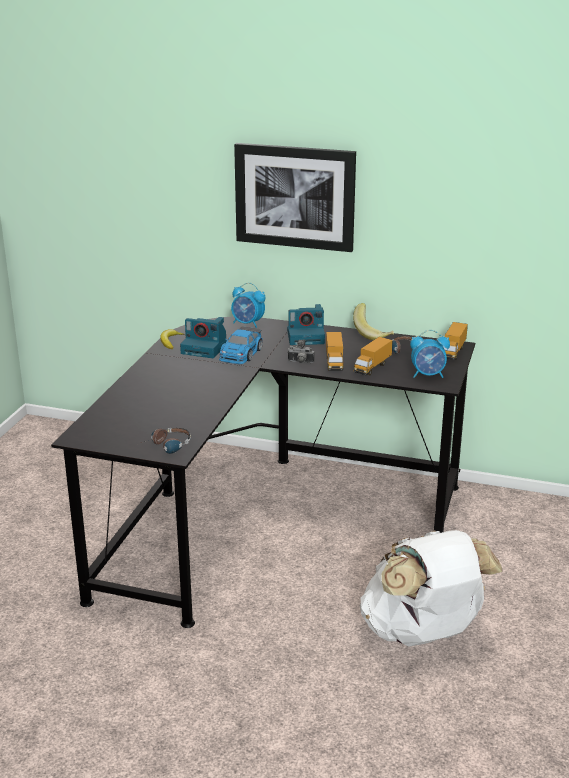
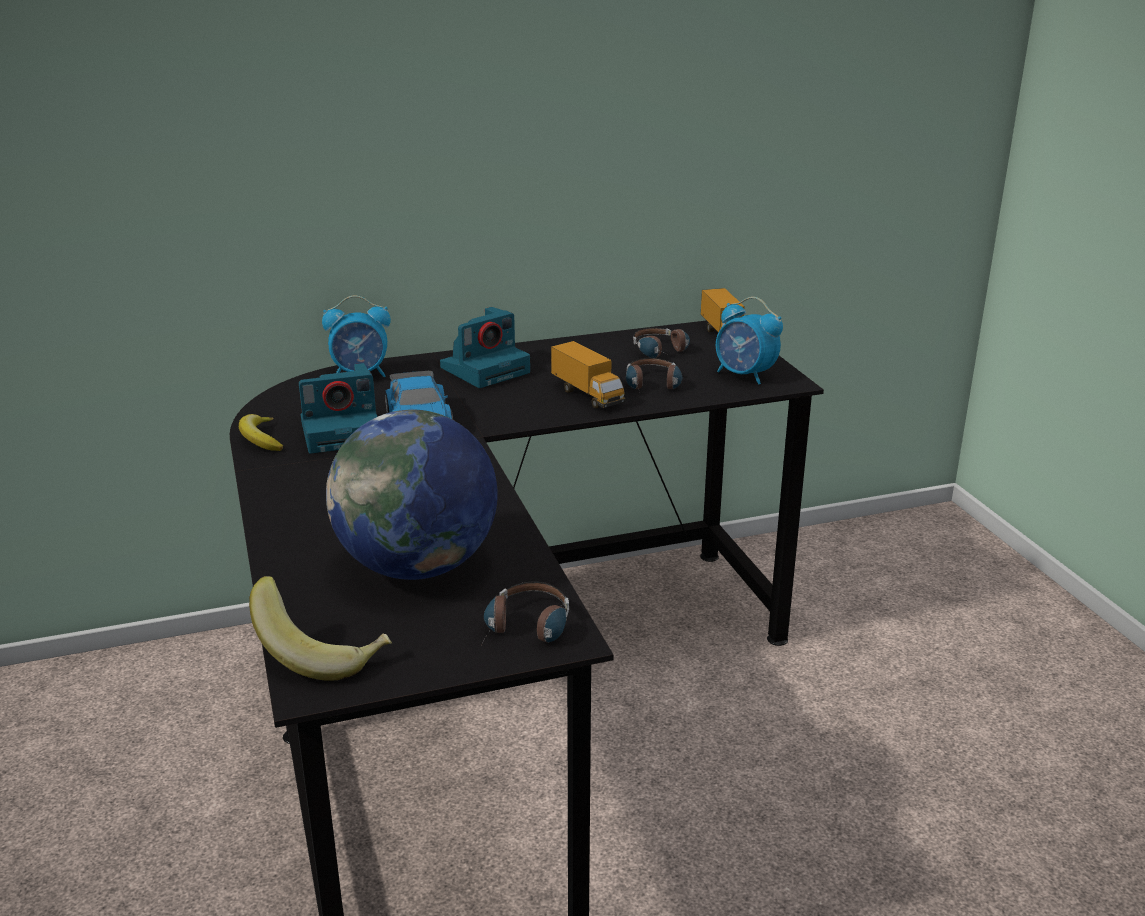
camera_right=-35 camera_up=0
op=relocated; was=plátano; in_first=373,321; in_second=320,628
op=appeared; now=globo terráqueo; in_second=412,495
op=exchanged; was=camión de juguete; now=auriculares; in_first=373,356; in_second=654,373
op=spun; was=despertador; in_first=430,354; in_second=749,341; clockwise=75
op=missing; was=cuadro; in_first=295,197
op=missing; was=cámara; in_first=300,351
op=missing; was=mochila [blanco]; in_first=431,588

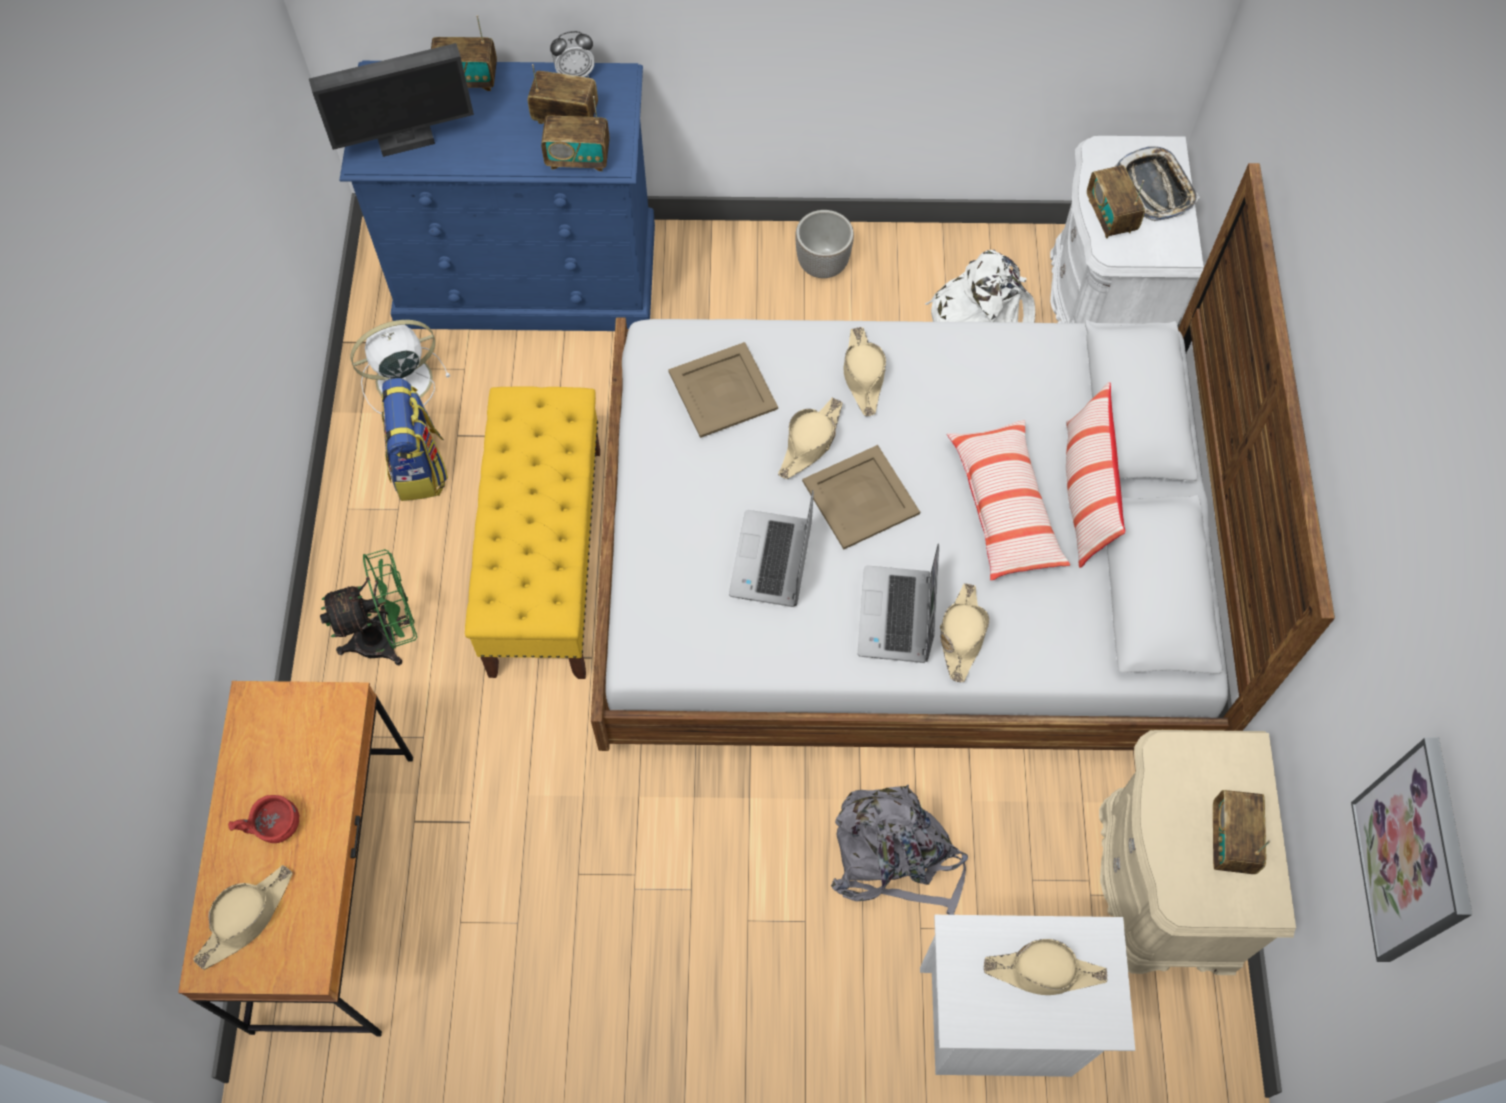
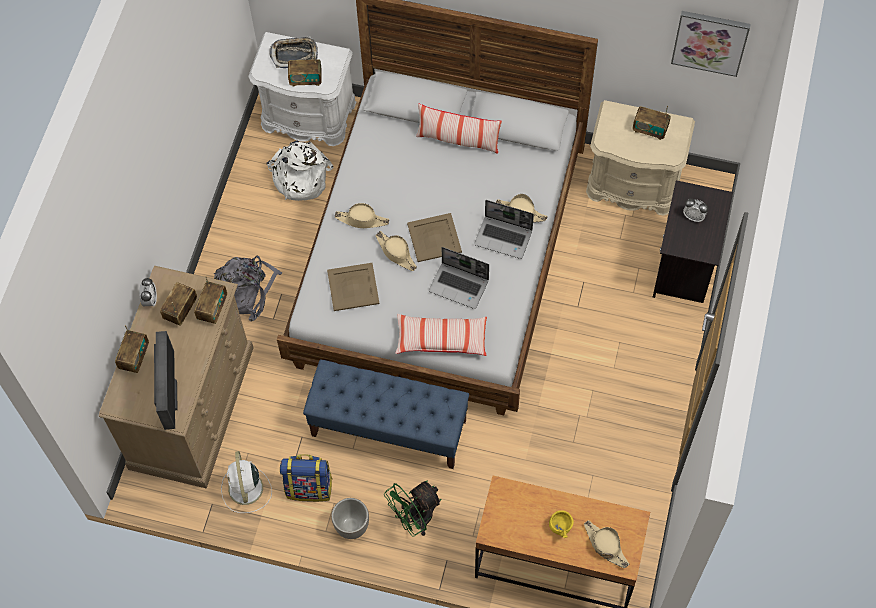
camera_right=-75 camera_up=0
op=colour; was=cómoda [azul]; now=cómoda [beis]; in_first=497,196; in_second=176,377
op=relocated; was=mochila [gris]; in_first=899,850; in_second=248,289
op=colour; was=banco [amarillo]; now=banco [azul]; in_first=532,532; in_second=386,414
op=relocated; was=maceta; in_first=824,244; in_second=350,518
op=spun; was=ventilador [verde]; in_first=368,607; in_second=413,509; clockwise=-120
op=relocated; was=cojín; in_first=1008,500; in_second=441,335
op=colour; was=cuenco [rojo]; now=cuenco [amarillo]; in_first=263,819; in_second=561,524
op=colour; was=mesita de noche [blanco]; now=mesita de noche [negro]; in_first=1027,996; in_second=693,241
op=exchanged; was=sombrero [beis]; now=despertador; in_first=1045,967; in_second=695,210

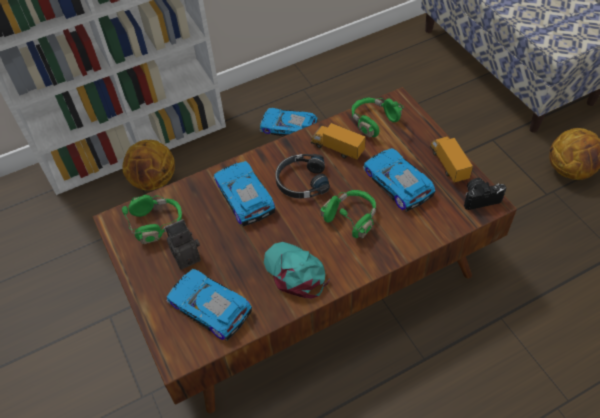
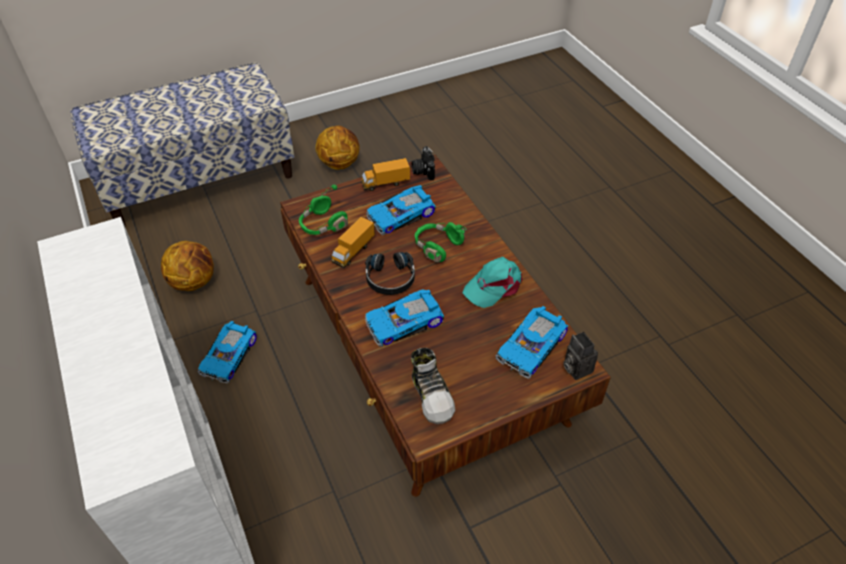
camera_right=-90 camera_up=-5
op=relocated; was=balón de baloncesto; in_first=148,165; in_second=187,266
op=exchanged; was=auriculares [verde]; now=zapato; in_first=152,219; in_second=433,386
op=relocated; was=cámara; in_first=183,244; in_second=580,356

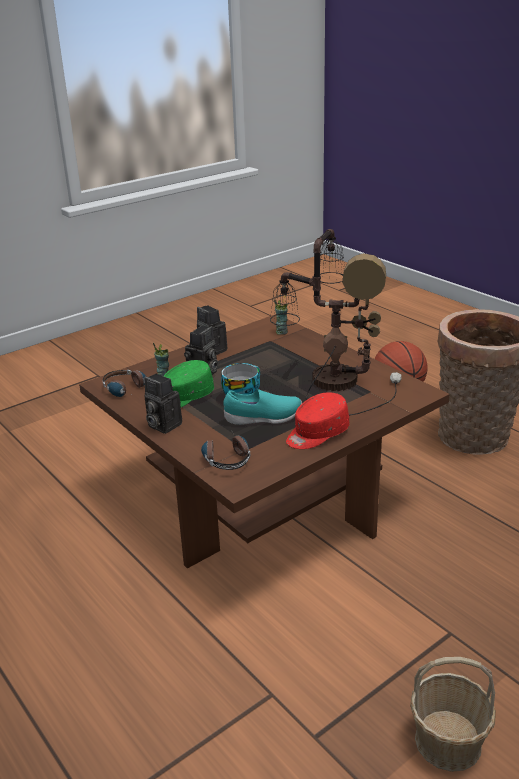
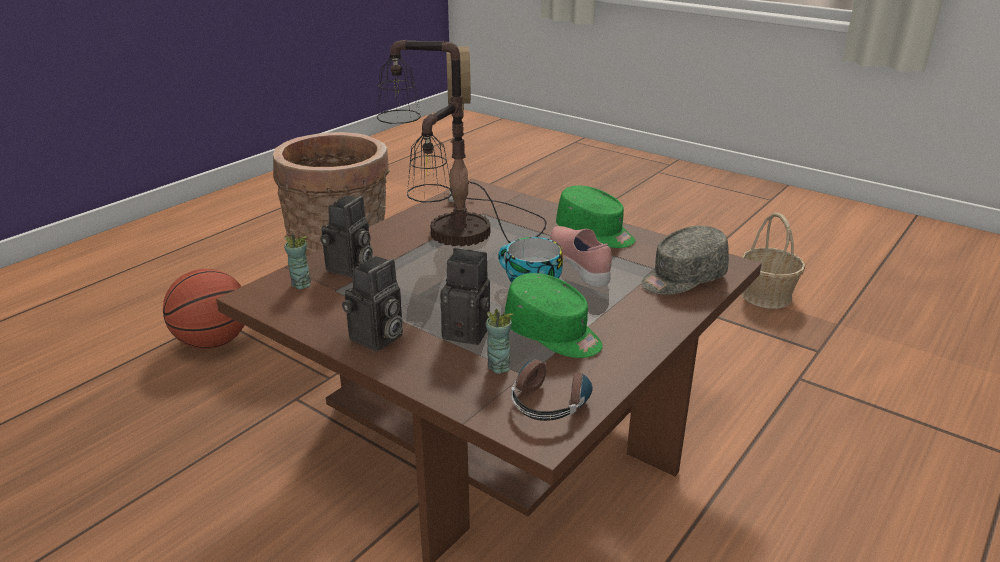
camera_right=-105 camera_up=0
op=relocated; was=cámara; in_first=163,403; in_second=346,236
op=colour; was=zapato [turquesa]; now=zapato [rosa]; in_first=262,407; in_second=580,256
op=colour; was=gorra [rojo]; now=gorra [verde]; in_first=317,420; in_second=595,216
op=exchanged; was=auriculares; now=gorra [gris]; in_first=225,451; in_second=685,260

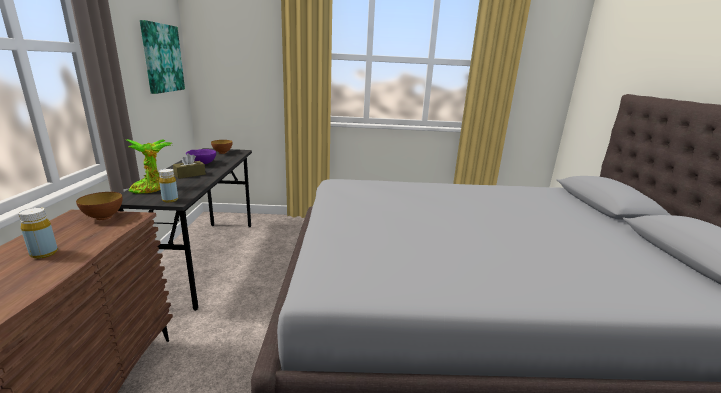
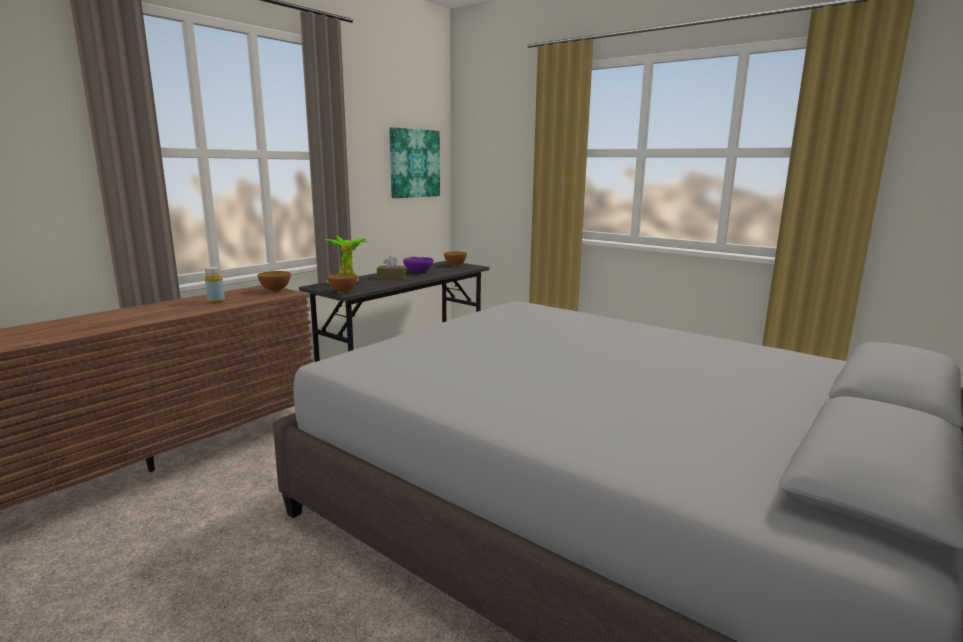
camera_right=40 camera_up=-5
op=exchanged; was=botella [amarillo]; now=cuenco; in_first=168,185; in_second=342,283

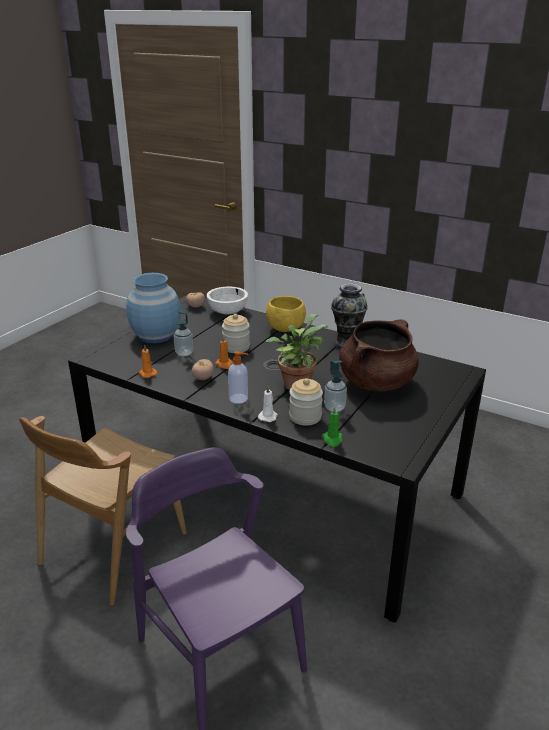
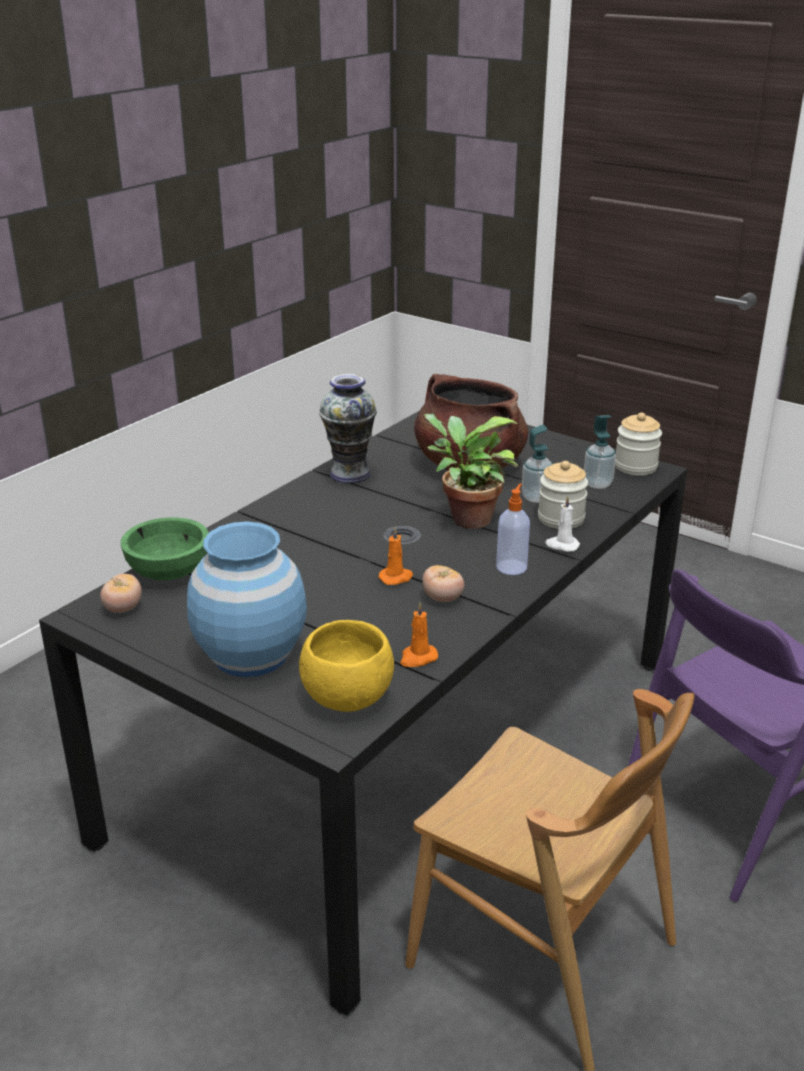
camera_right=-85 camera_up=0
op=colour; was=cuenco [blanco]; now=cuenco [verde]; in_first=227,300; in_second=165,548
op=relocated; was=cuenco [amarillo]; in_first=286,314; in_second=346,666
op=relocated; was=dispensador de jabón; in_first=183,332; in_second=600,452
op=relocated; was=tarro; in_first=236,333; in_second=638,443
op=missing; was=vela [verde]; in_first=333,426

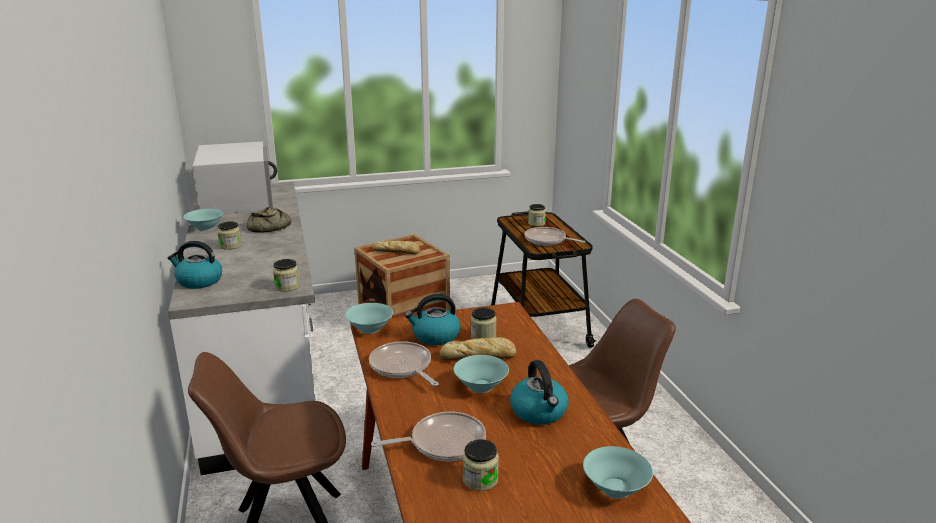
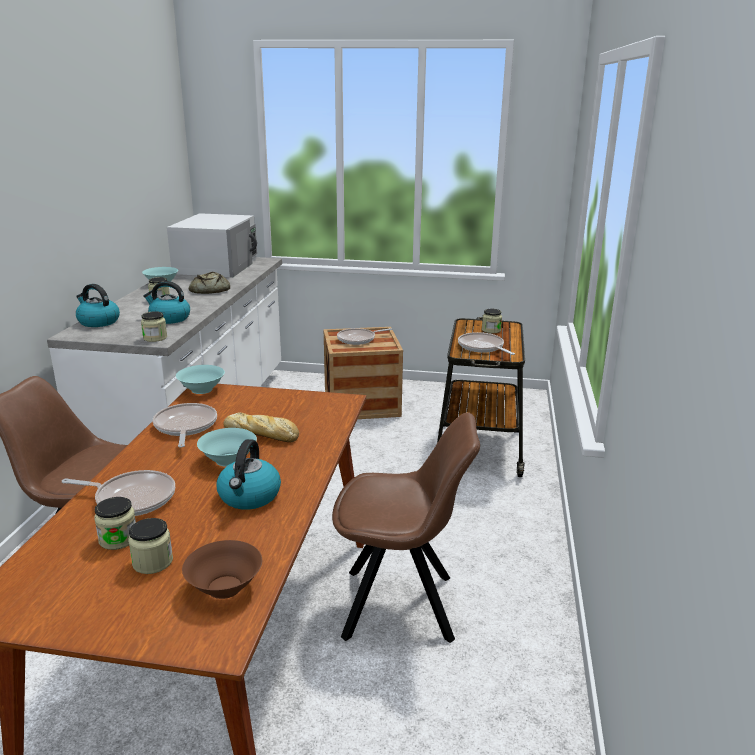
camera_right=25 camera_up=0
op=relocated; was=tarro; in_first=484,323; in_second=150,546
op=relocated; was=hervidor; in_first=433,319; in_second=166,302
op=colour; was=cuenco [turquesa]; now=cuenco [marrón]; in_first=618,472; in_second=222,569
op=exchanged; was=pan; now=sartén; in_first=396,247; in_second=364,336

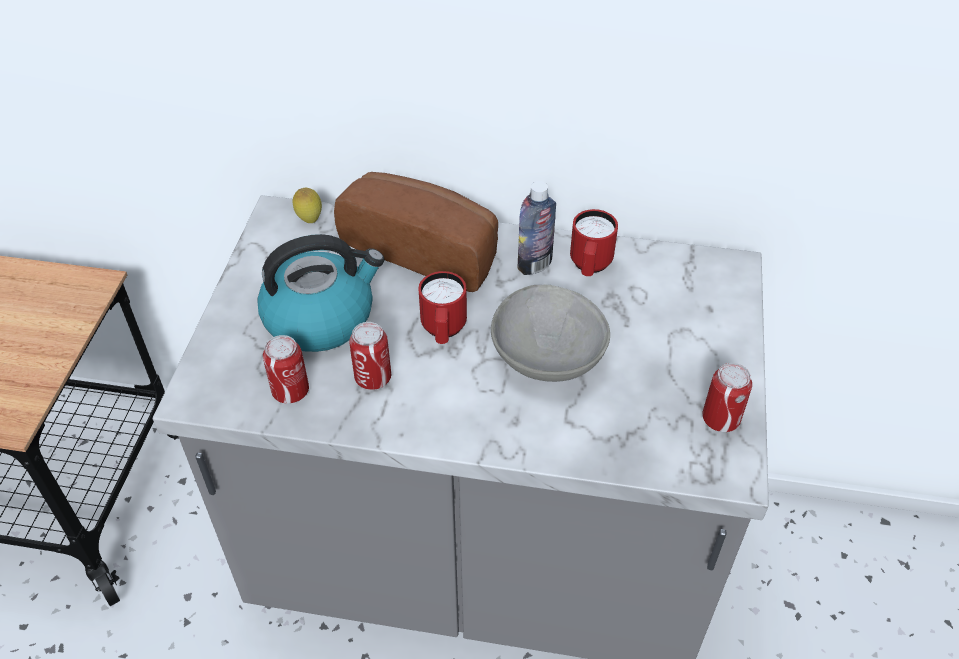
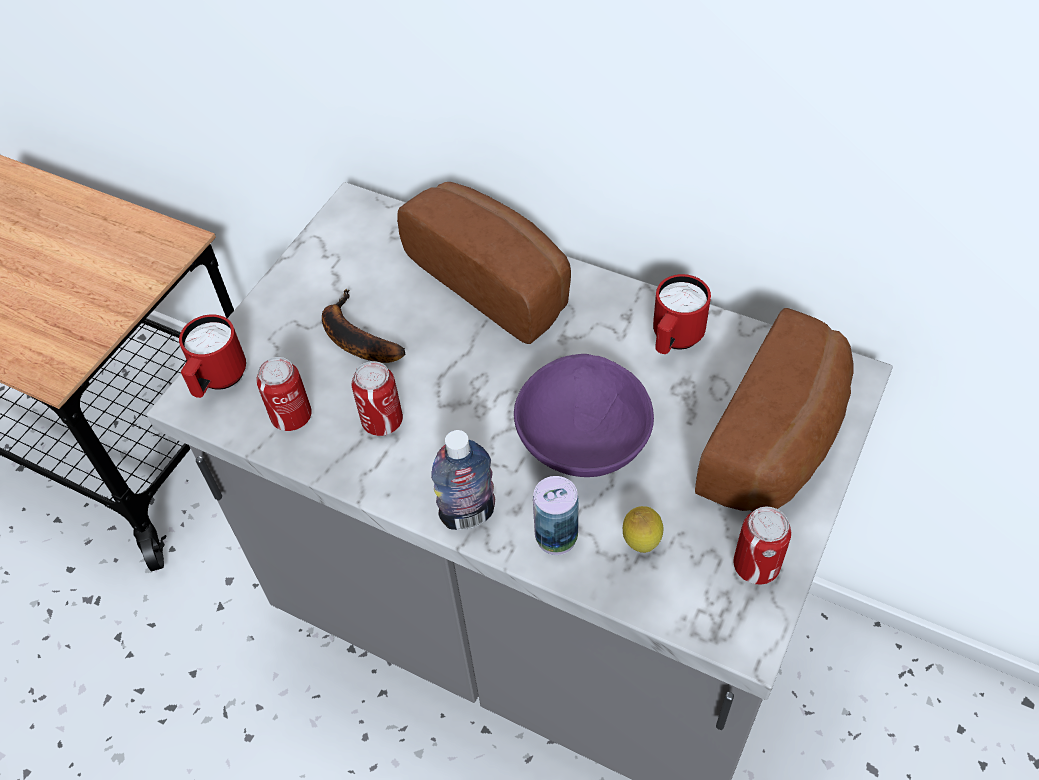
camera_right=20 camera_up=5
op=relocated; was=taza grande [rojo]; in_first=442,307; in_second=212,356
op=exchanged; was=hervidor; now=plátano; in_first=321,293; in_second=363,326
op=relocated; was=botella; in_first=537,228; in_second=463,480
op=colour; was=cuenco [gris]; now=cuenco [morado]; in_first=550,333; in_second=584,415
op=appeared; now=lata; in_second=555,515
op=relocated; was=limón; in_first=307,205; in_second=643,529
op=appeared; now=pan; in_second=774,409

